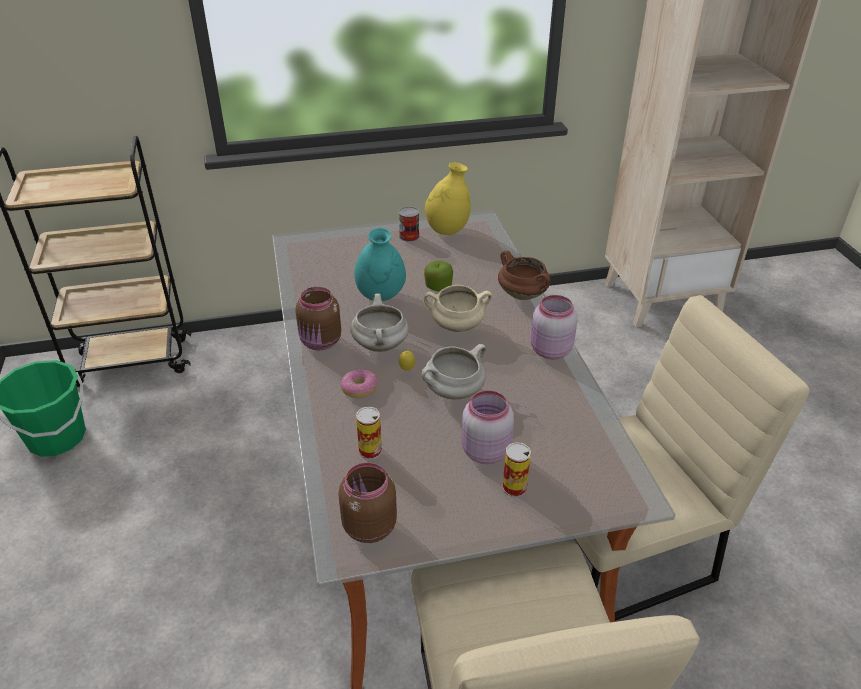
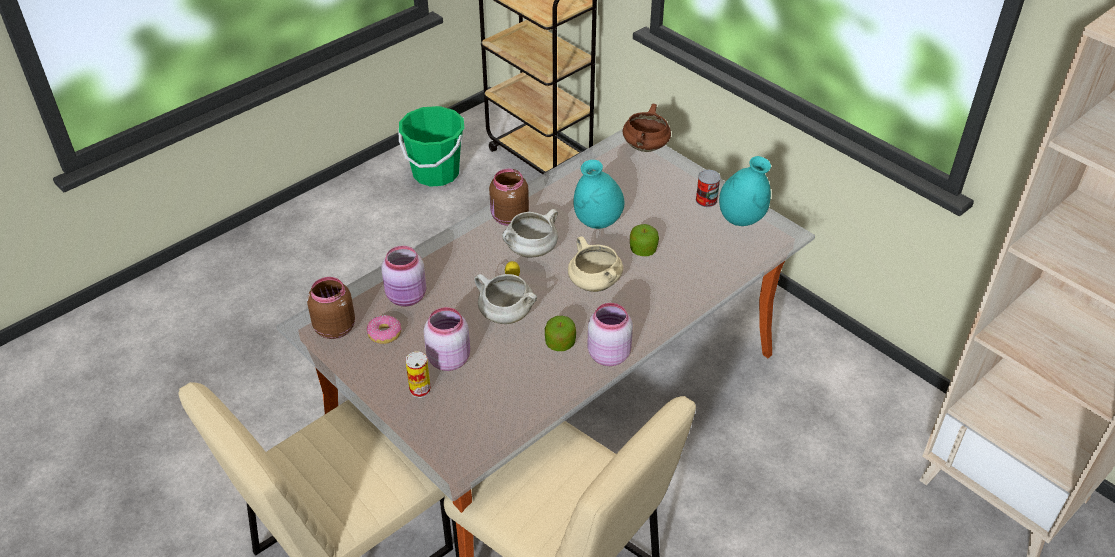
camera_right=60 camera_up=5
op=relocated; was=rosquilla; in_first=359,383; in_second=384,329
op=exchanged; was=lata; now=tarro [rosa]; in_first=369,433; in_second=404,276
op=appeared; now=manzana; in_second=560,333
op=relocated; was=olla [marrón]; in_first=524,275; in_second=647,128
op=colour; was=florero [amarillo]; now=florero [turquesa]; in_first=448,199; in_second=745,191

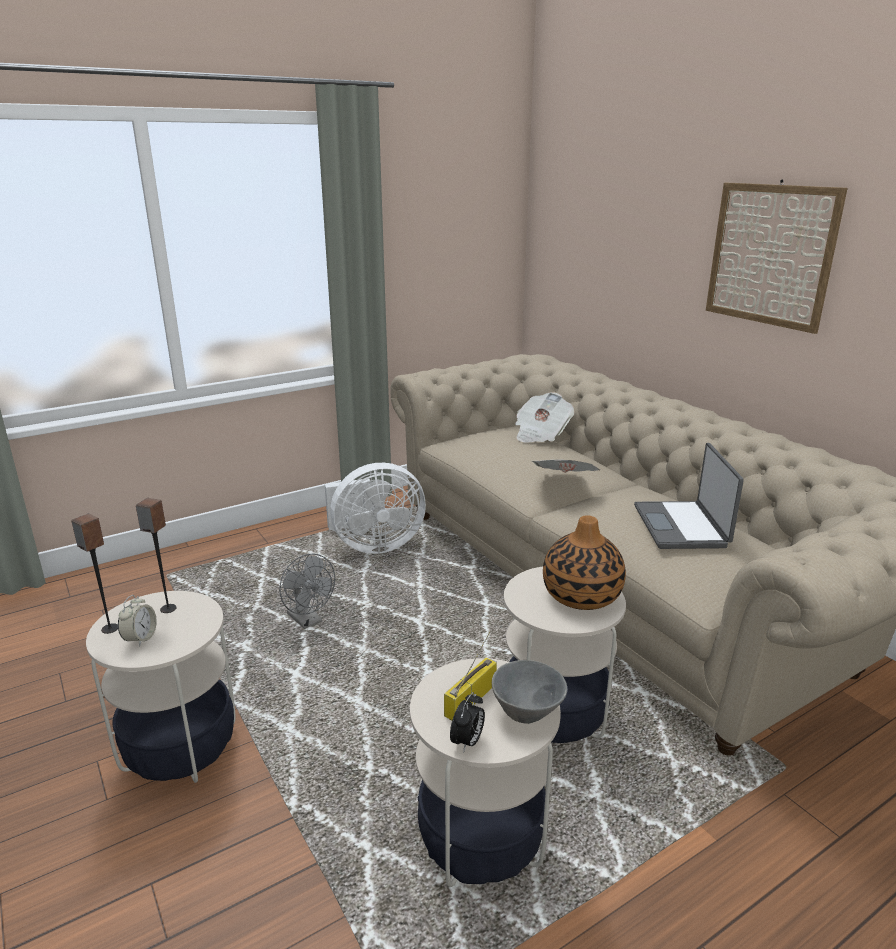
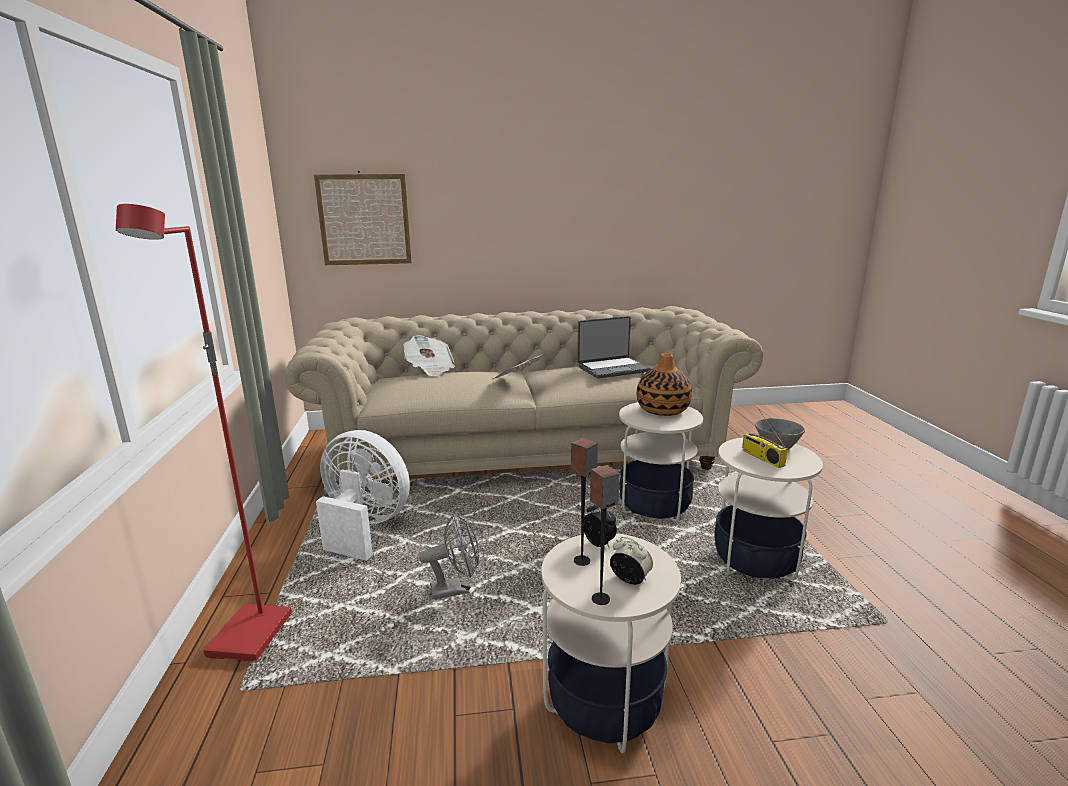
camera_right=-65 camera_up=-5
op=appeared; now=lámpara de pie [rojo]; in_second=204,432
op=relocated; was=cuadro; in_first=777,256; in_second=363,218
op=spun; was=ventilador [blanco]; in_first=375,508; in_second=363,495; clockwise=-75
op=spun; was=portátil; in_first=689,496; in_second=614,347; clockwise=-45
op=relocated; was=despertador; in_first=467,722; in_second=600,525

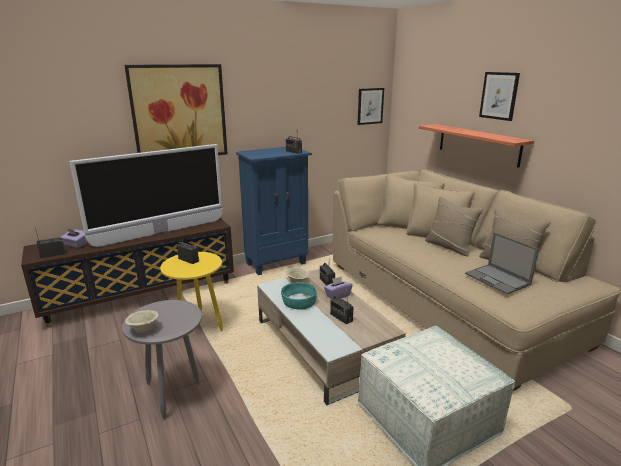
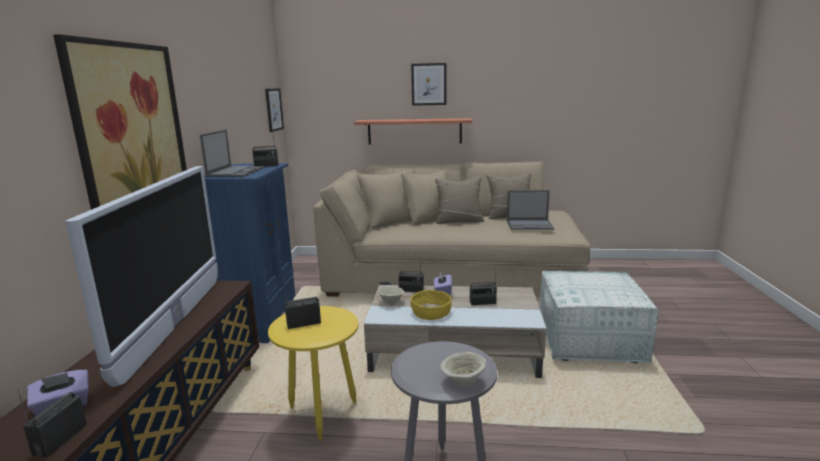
camera_right=-55 camera_up=-5
op=appeared; now=portátil; in_second=232,153
op=colour; was=cuenco [turquesa]; now=cuenco [amarillo]; in_first=299,296; in_second=430,305

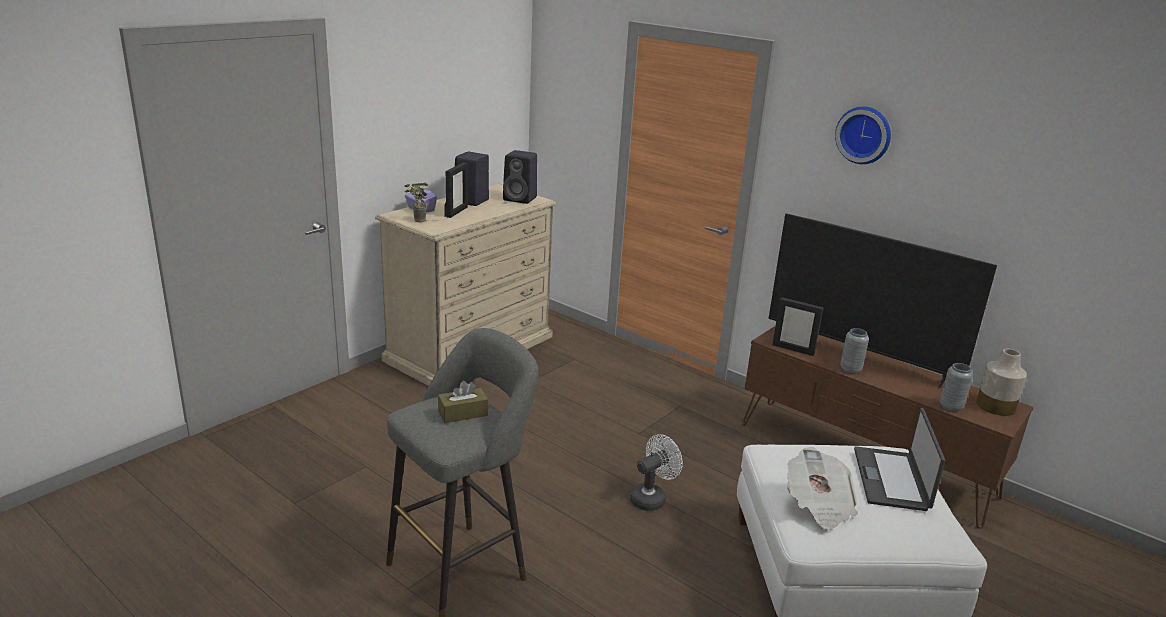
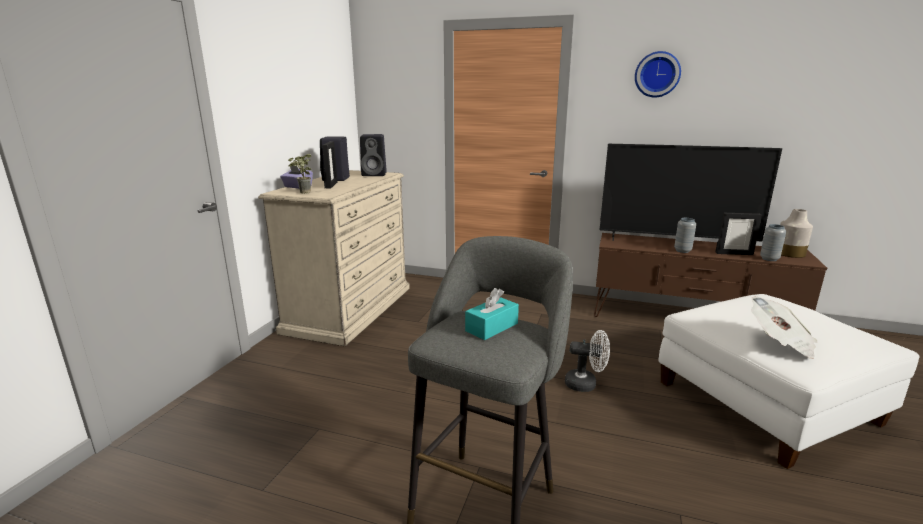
camera_right=-20 camera_up=-5
op=colour; was=caja de pañuelos [marrón]; now=caja de pañuelos [turquesa]; in_first=463,402; in_second=492,314
op=spun; was=ventilador [blanco]; in_first=656,472; in_second=587,361; clockwise=75
op=relocated; was=portarretratos; in_first=798,326; in_second=738,234
op=missing; was=portátil; in_first=900,459

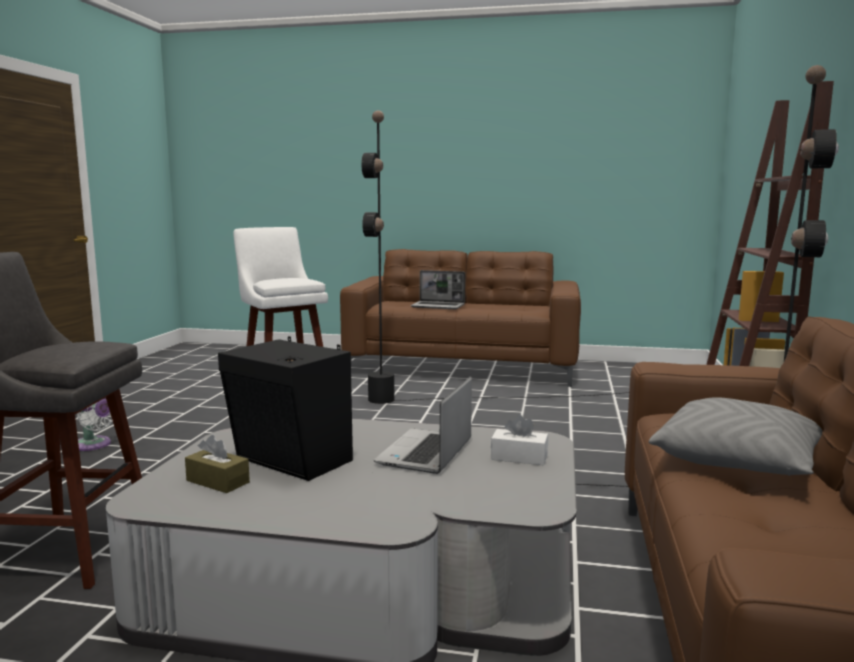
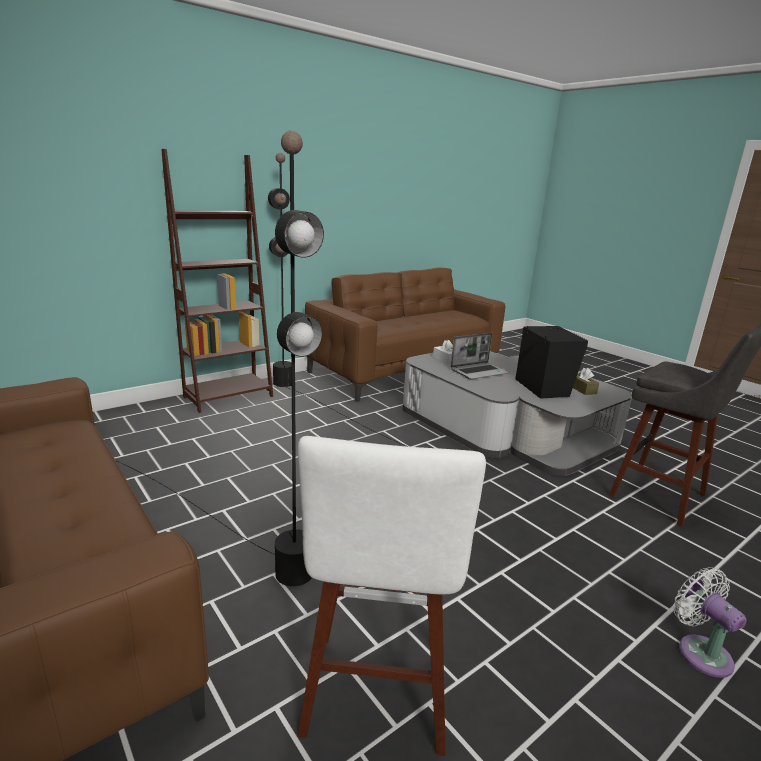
camera_right=-140 camera_up=10
op=missing; was=portátil; in_first=438,289
op=missing; was=cojín [gris]; in_first=735,436

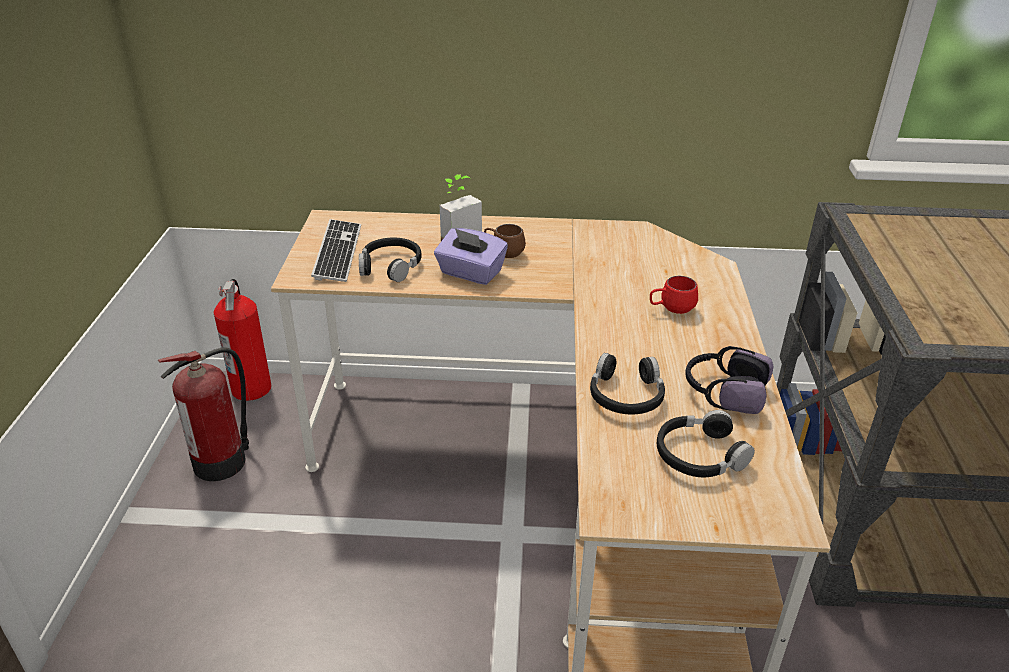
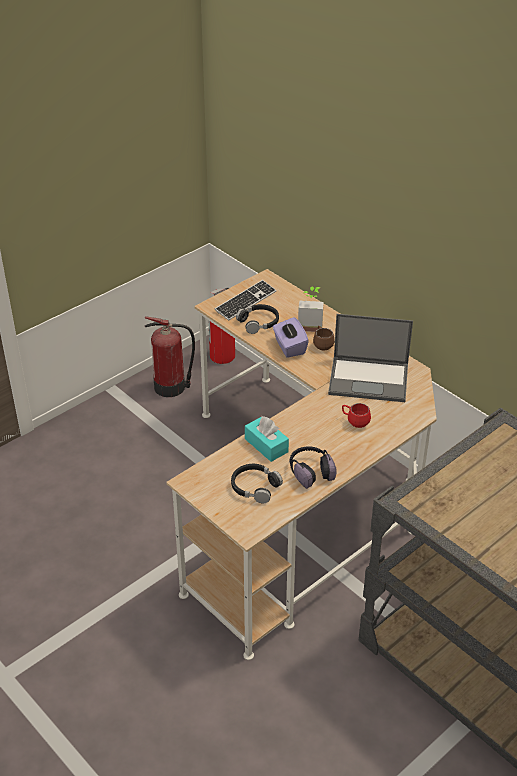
camera_right=45 camera_up=5
op=exchanged; was=auriculares [negro]; now=caja de pañuelos [turquesa]; in_first=627,383; in_second=267,439
op=appeared; now=portátil; in_second=370,358

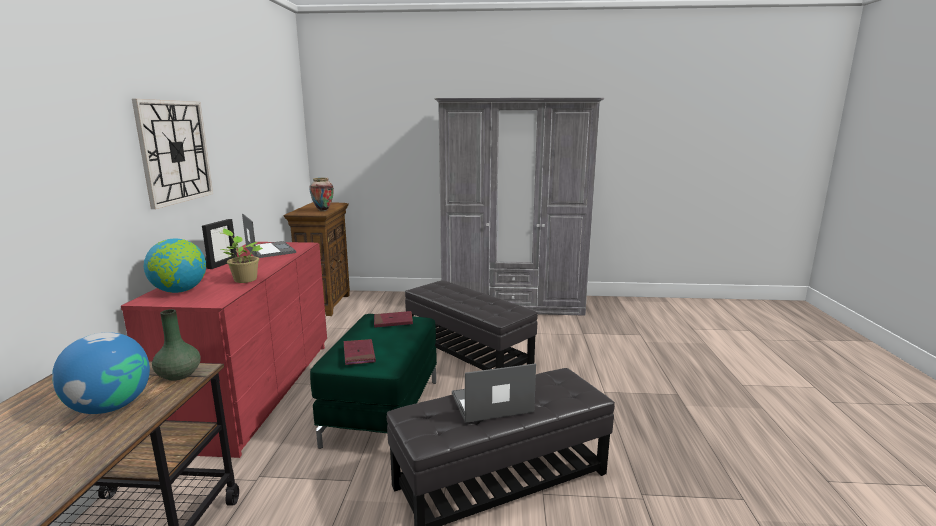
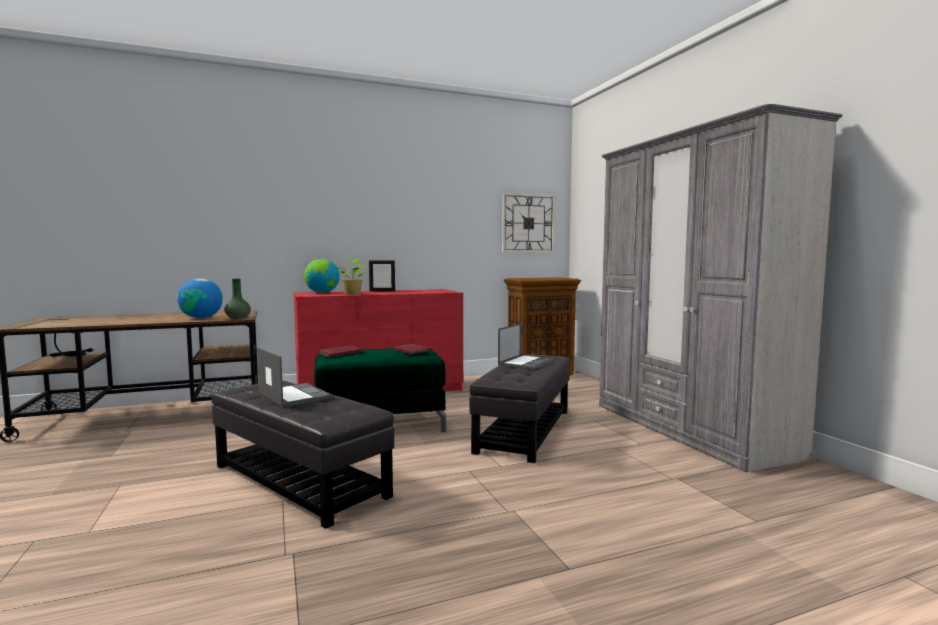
camera_right=65 camera_up=-10
op=relocated; was=portátil; in_first=269,236; in_second=526,346
op=relocated; was=reloj de pared; in_first=172,154; in_second=528,222
op=missing; was=florero; in_first=321,195

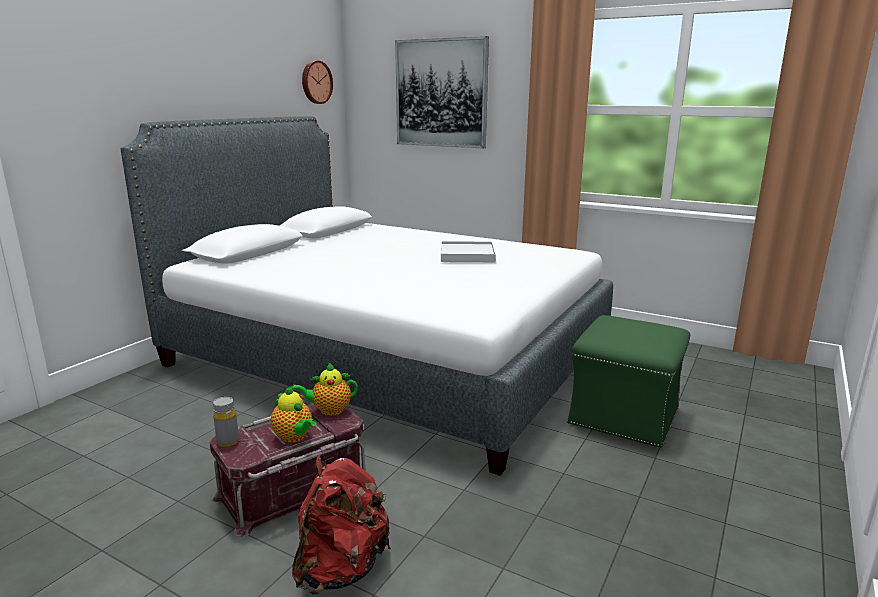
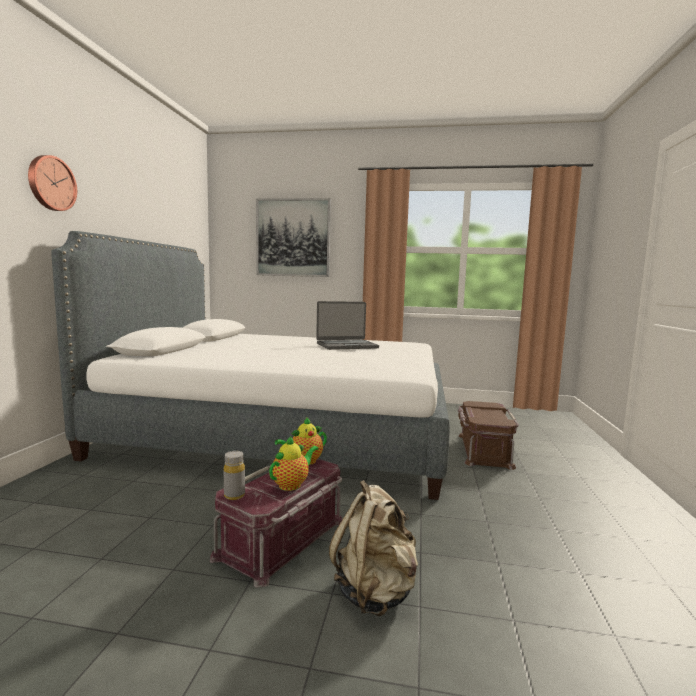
camera_right=-20 camera_up=-10
op=relocated; was=reloj de pared; in_first=317,82; in_second=52,183
op=spun; was=tetera; in_first=294,414; in_second=294,463; clockwise=-75
op=exchanged; was=bandeja [blanco]; now=portátil; in_first=468,251; in_second=347,325
op=colour; was=mochila [rojo]; now=mochila [beis]; in_first=341,524; in_second=373,548
op=exchanged; was=puf [verde]; now=caja de almacenaje [marrón]; in_first=628,381; in_second=488,435

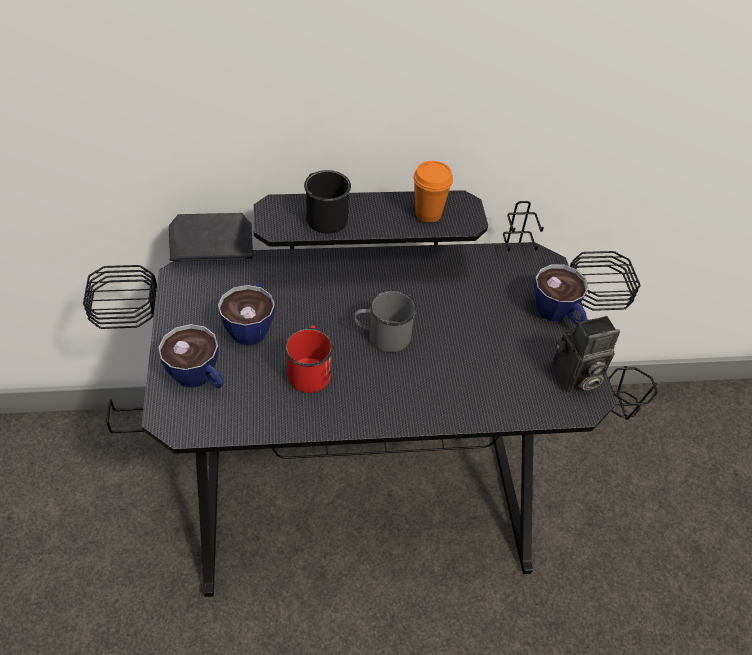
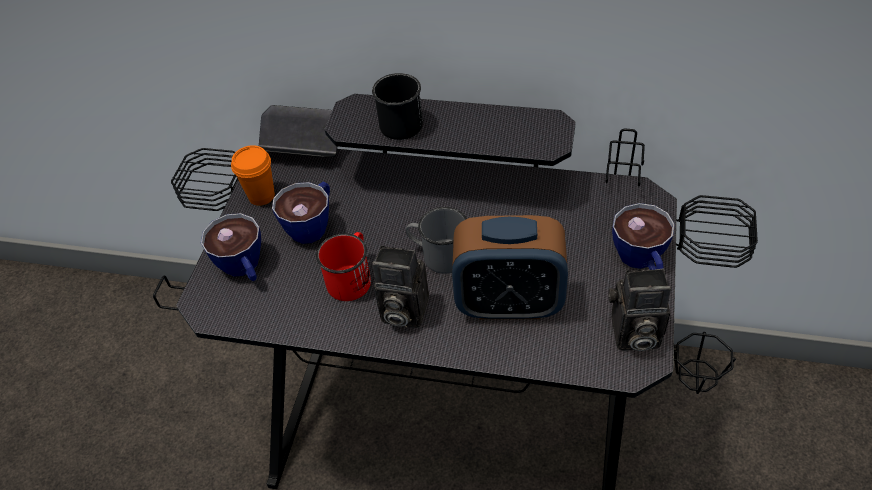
camera_right=25 camera_up=0
op=relocated; was=taza [naranja]; in_first=433,192; in_second=253,175
op=appeared; now=cámara; in_second=400,287
op=appeared; now=despertador; in_second=510,267

